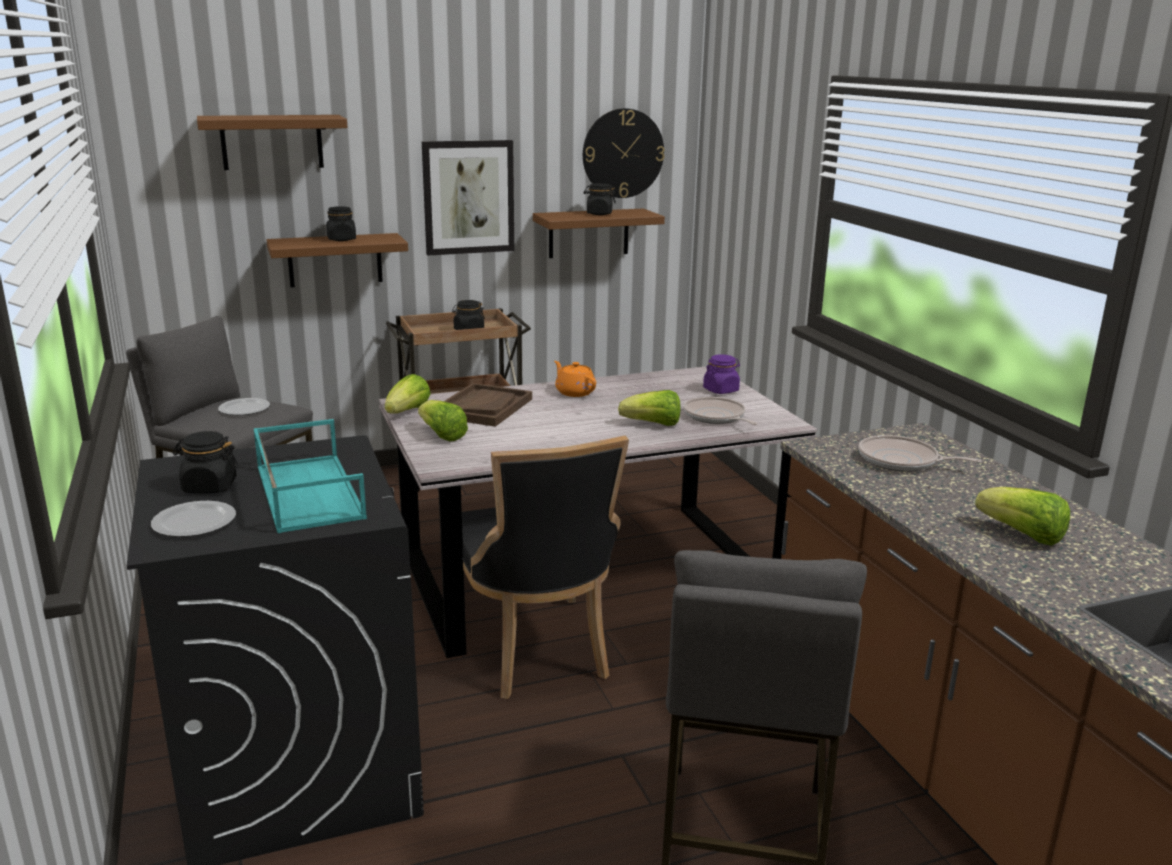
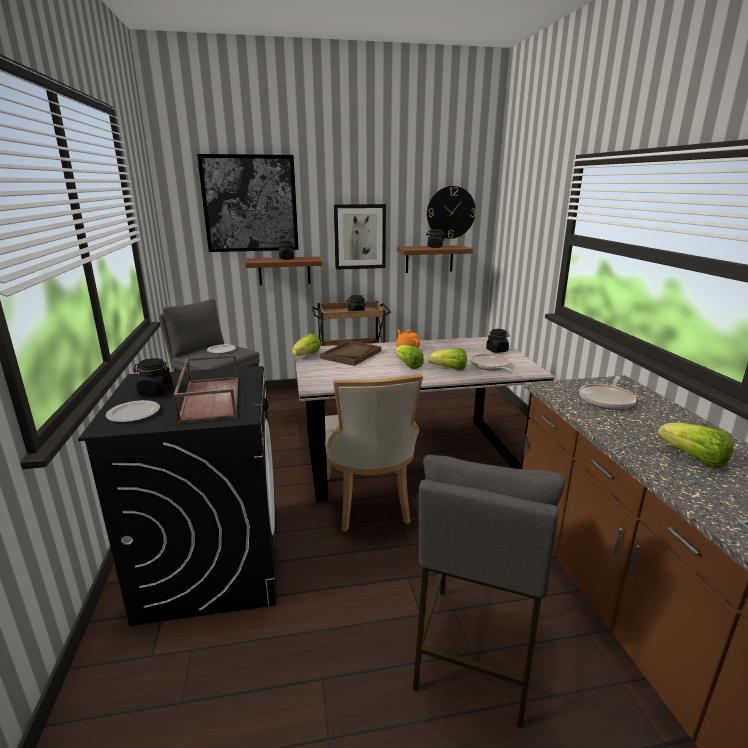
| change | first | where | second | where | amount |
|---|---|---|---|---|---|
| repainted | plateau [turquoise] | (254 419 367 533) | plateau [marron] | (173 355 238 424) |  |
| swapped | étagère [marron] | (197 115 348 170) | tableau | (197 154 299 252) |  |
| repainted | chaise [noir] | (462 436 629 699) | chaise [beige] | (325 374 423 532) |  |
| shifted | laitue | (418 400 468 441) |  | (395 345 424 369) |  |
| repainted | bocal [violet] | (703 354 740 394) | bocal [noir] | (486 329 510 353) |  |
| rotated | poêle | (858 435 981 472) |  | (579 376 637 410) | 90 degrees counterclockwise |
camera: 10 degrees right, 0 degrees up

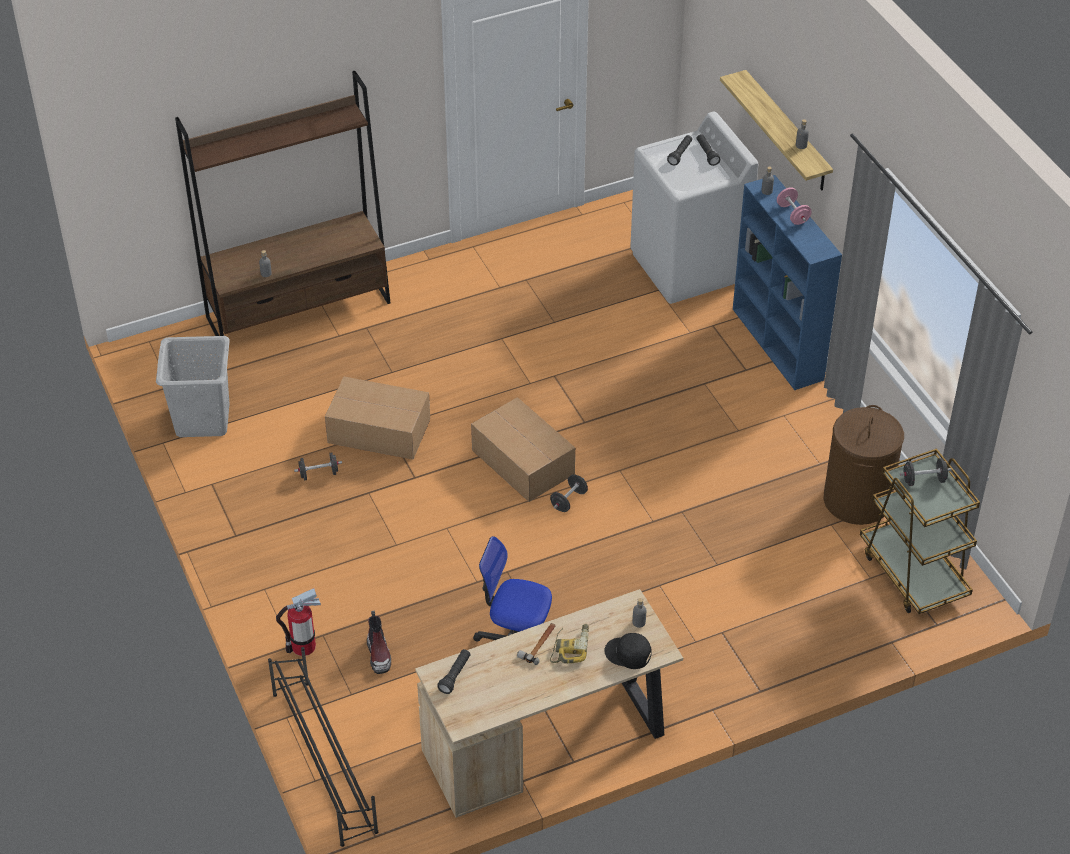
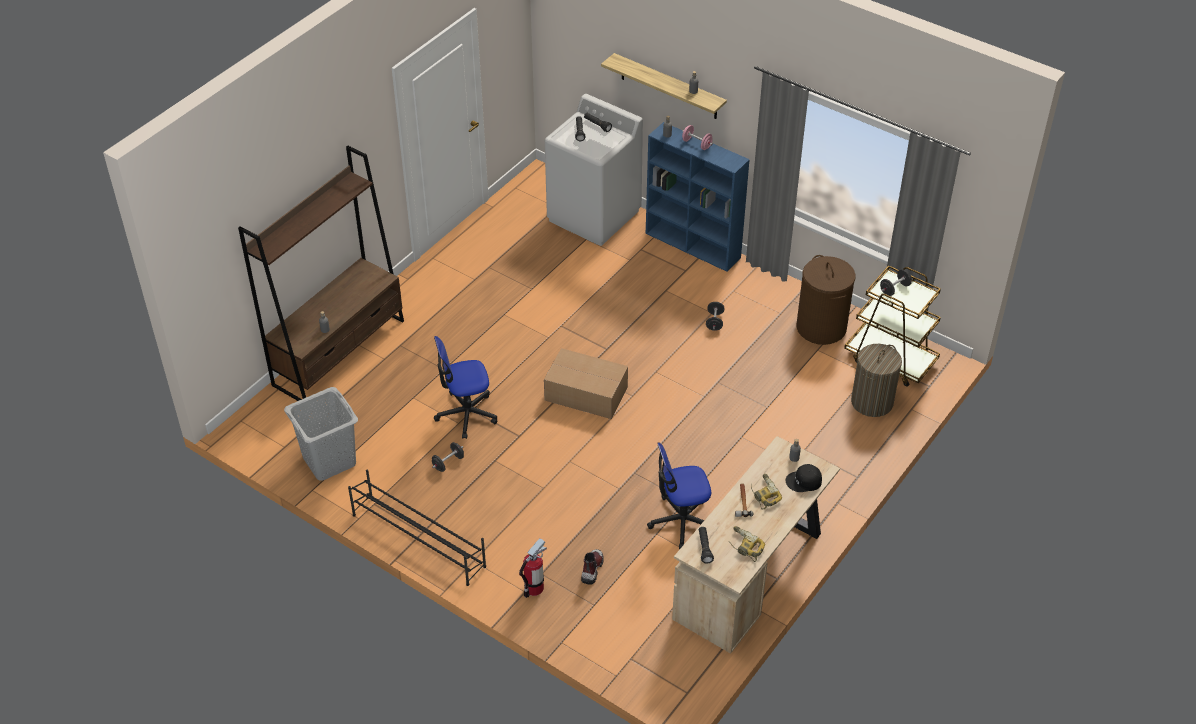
| change | first | where | second | where | amount |
|---|---|---|---|---|---|
| shifted | étagère à chaussures [noir] | (268 647 378 847) |  | (348 470 486 586) |  |
| swapped | carton | (325 377 430 459) | chaise de bureau | (434 336 497 439) |  |
| rotated | botte | (367 610 391 674) |  | (581 549 604 585) | 120 degrees counterclockwise |
| shifted | haltère [noir] | (550 474 588 512) |  | (706 302 724 331) |  |
| new |  |  | perceuse | (730 526 765 562) |  |
| new |  |  | panier à linge | (851 344 902 417) |  |
camera: 30 degrees left, 0 degrees up

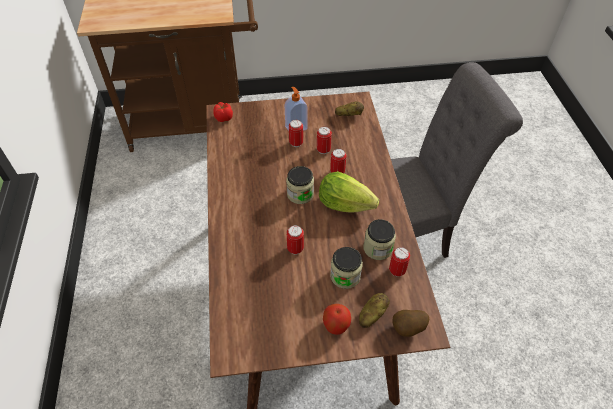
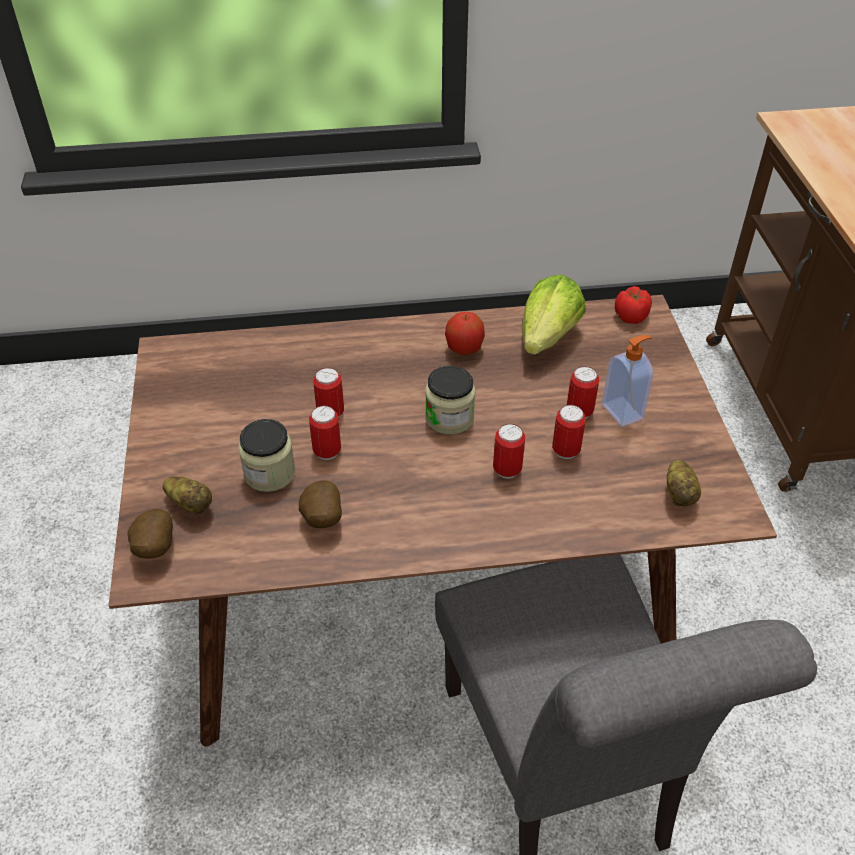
| change | first | where | second | where | amount |
|---|---|---|---|---|---|
| swapped | bocal | (363 219 396 260) | pomme de terre | (299 480 342 528) |  |
| shifted | boîte métallique | (389 247 410 277) |  | (309 405 341 460) |  |
| shifted | pomme | (323 304 351 335) |  | (445 312 485 355) |  |
| shifted | laitue | (319 171 379 213) |  | (521 274 586 355) |  |
camera: 90 degrees right, 5 degrees down

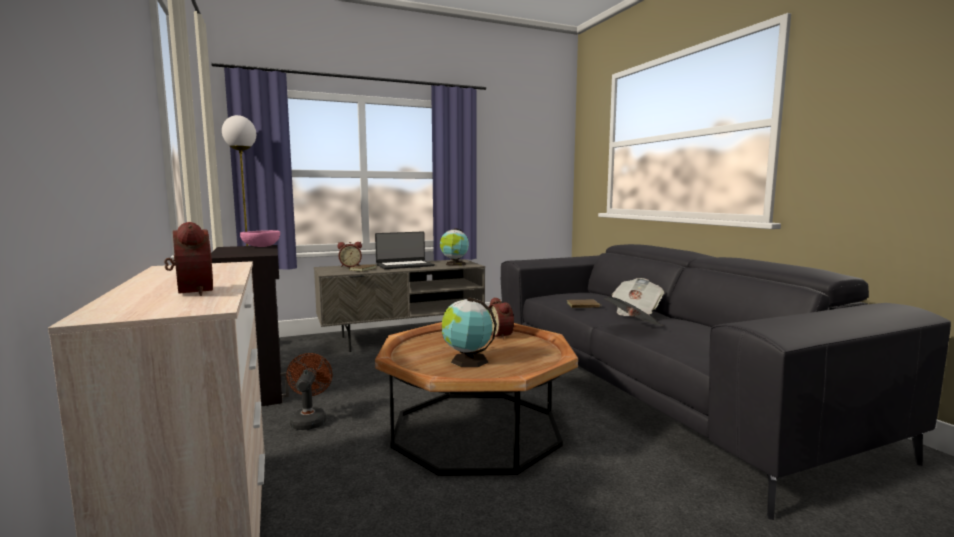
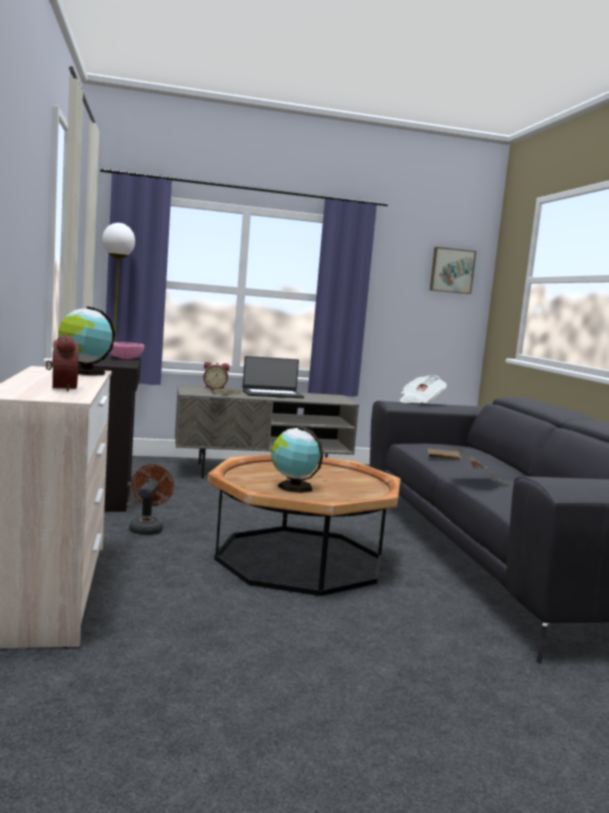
| change | first | where | second | where | amount |
|---|---|---|---|---|---|
| shifted | globe | (440 228 469 266) |  | (58 307 115 375) |  |
| shifted | journal | (612 278 664 316) |  | (400 375 447 403) |  |
| new |  |  | tableau | (430 247 476 294) |  |
| gone | réveil | (489 297 514 340) |  |  |  |
camera: 10 degrees right, 0 degrees up

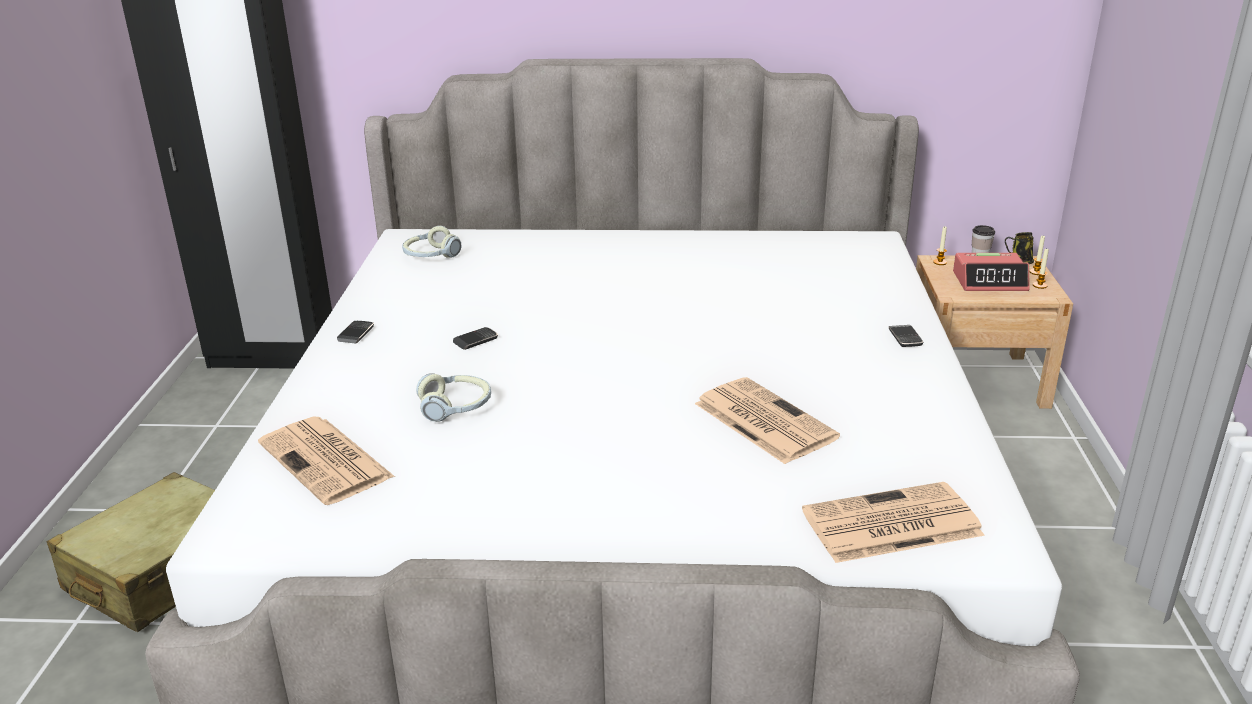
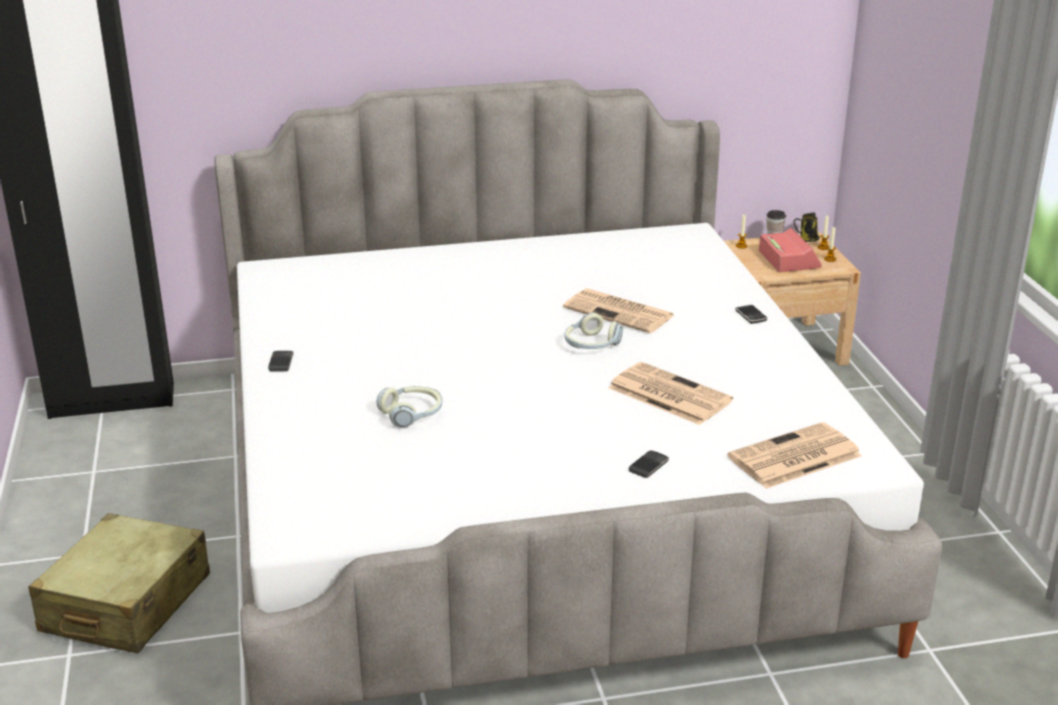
| change | first | where | second | where | amount |
|---|---|---|---|---|---|
| shifted | journal | (258 417 395 505) |  | (563 288 674 333) |  |
| shifted | casque audio | (402 226 461 258) |  | (564 313 623 349) |  |
| shifted | téléphone | (453 327 498 350) |  | (629 450 669 478) |  |
| rotated | réveil | (953 253 1030 291) |  | (759 228 822 272) | 90 degrees counterclockwise |
camera: 15 degrees left, 0 degrees up

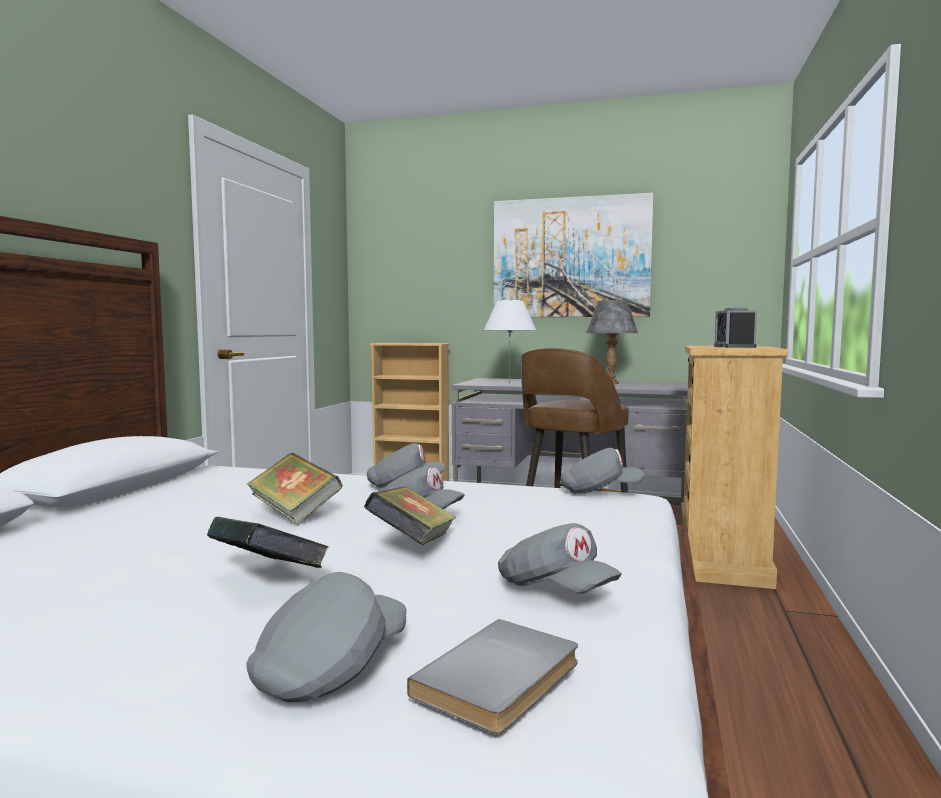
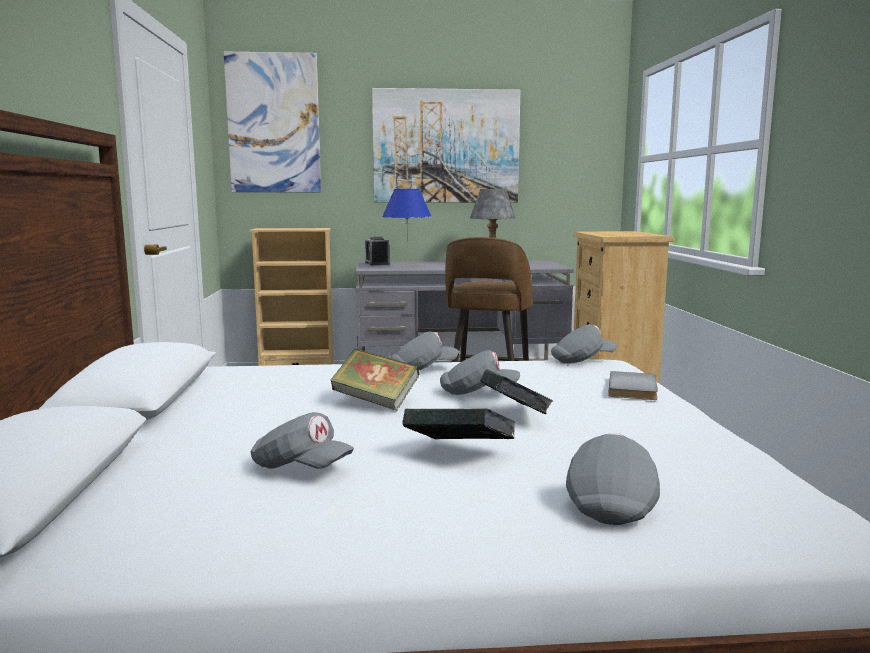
| change | first | where | second | where | amount |
|---|---|---|---|---|---|
| new |  |  | tableau | (224 51 321 192) |  |
| shifted | casquette [gris] | (498 523 622 594) |  | (251 412 354 469) |  |
| shifted | réveil | (714 307 757 348) |  | (365 237 390 265) |  |
| repainted | lampe de table [blanc] | (484 300 536 384) | lampe de table [bleu] | (382 189 432 268) |  |
| shifted | livre [gris] | (407 619 578 734) |  | (608 371 658 400) |  |
camera: 20 degrees left, 5 degrees up

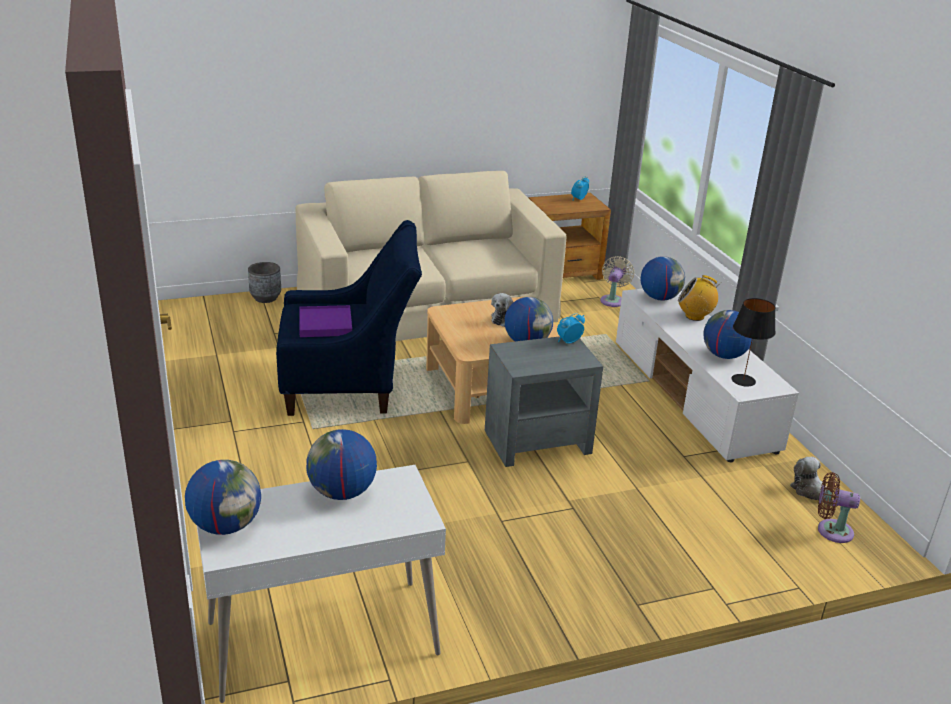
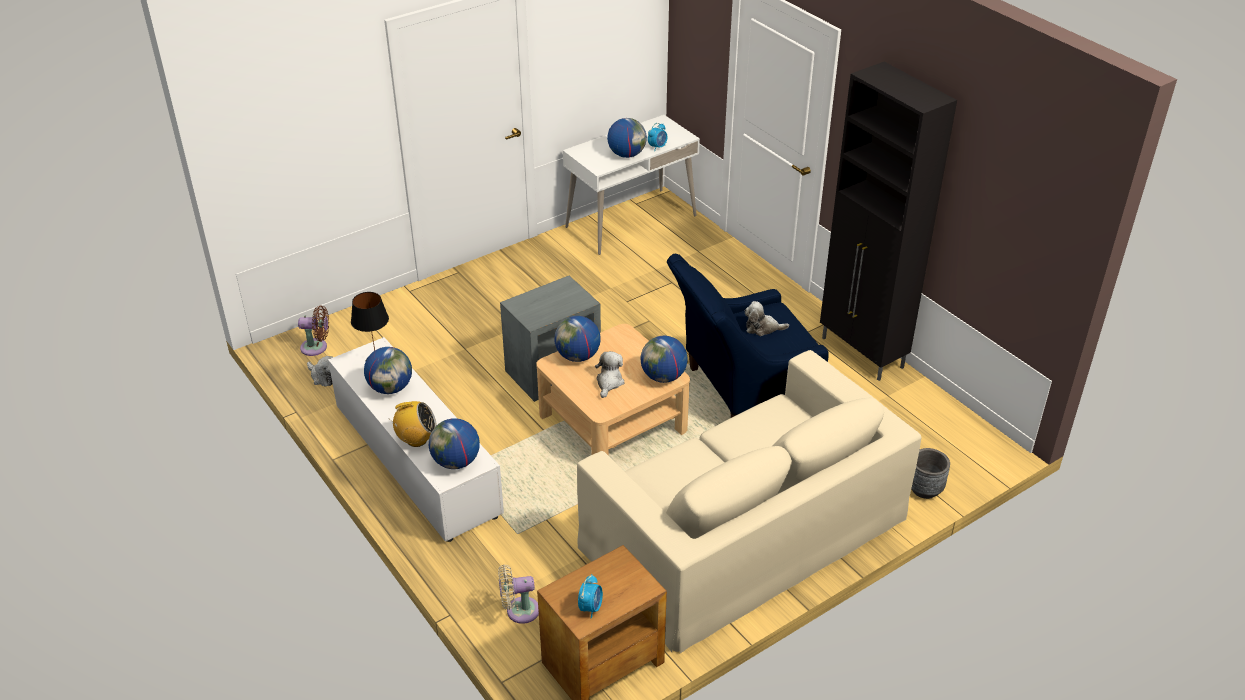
| change | first | where | second | where | amount |
|---|---|---|---|---|---|
| rotated | ventilateur [beige] | (600 256 635 307) |  | (498 564 539 624) | 75 degrees clockwise |
| shifted | globe | (185 460 261 535) |  | (641 336 688 383) |  |
| shifted | réveil | (557 313 585 344) |  | (648 123 667 151) |  |
| swapped | plateau [violet] | (299 305 352 337) | peluche | (744 301 789 336) |  |
| new |  |  | meuble de rangement [noir] | (820 62 957 381) |  |
camera: 165 degrees right, 10 degrees up

